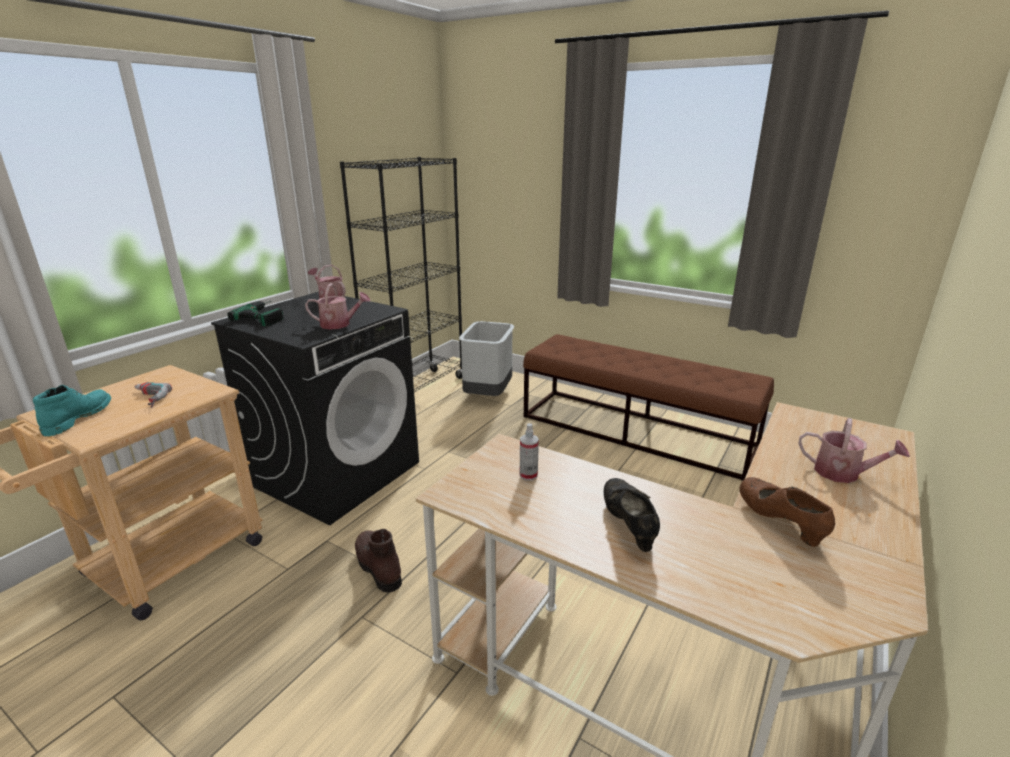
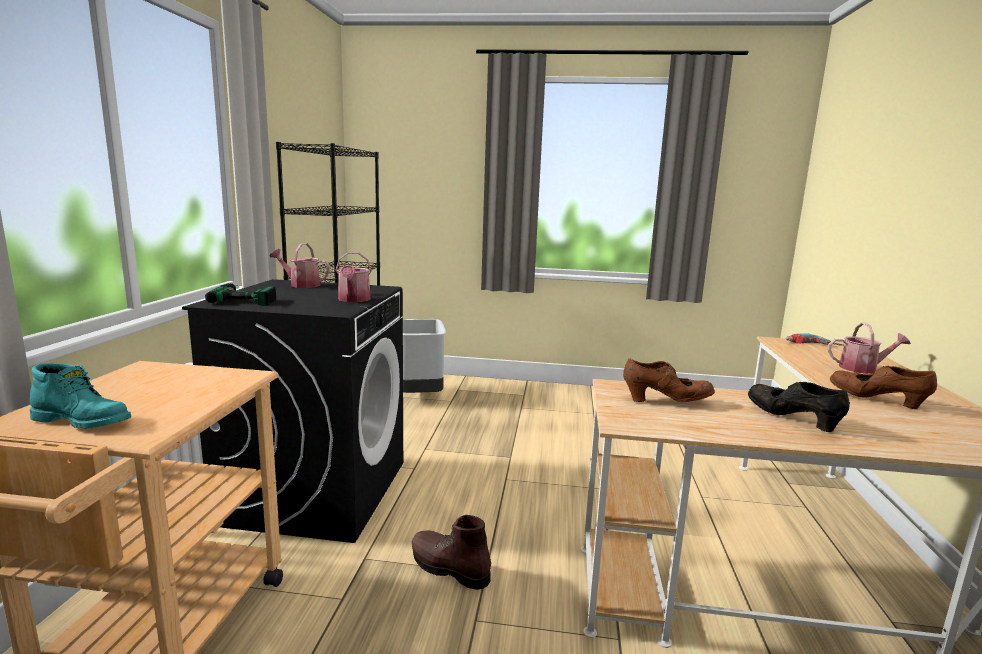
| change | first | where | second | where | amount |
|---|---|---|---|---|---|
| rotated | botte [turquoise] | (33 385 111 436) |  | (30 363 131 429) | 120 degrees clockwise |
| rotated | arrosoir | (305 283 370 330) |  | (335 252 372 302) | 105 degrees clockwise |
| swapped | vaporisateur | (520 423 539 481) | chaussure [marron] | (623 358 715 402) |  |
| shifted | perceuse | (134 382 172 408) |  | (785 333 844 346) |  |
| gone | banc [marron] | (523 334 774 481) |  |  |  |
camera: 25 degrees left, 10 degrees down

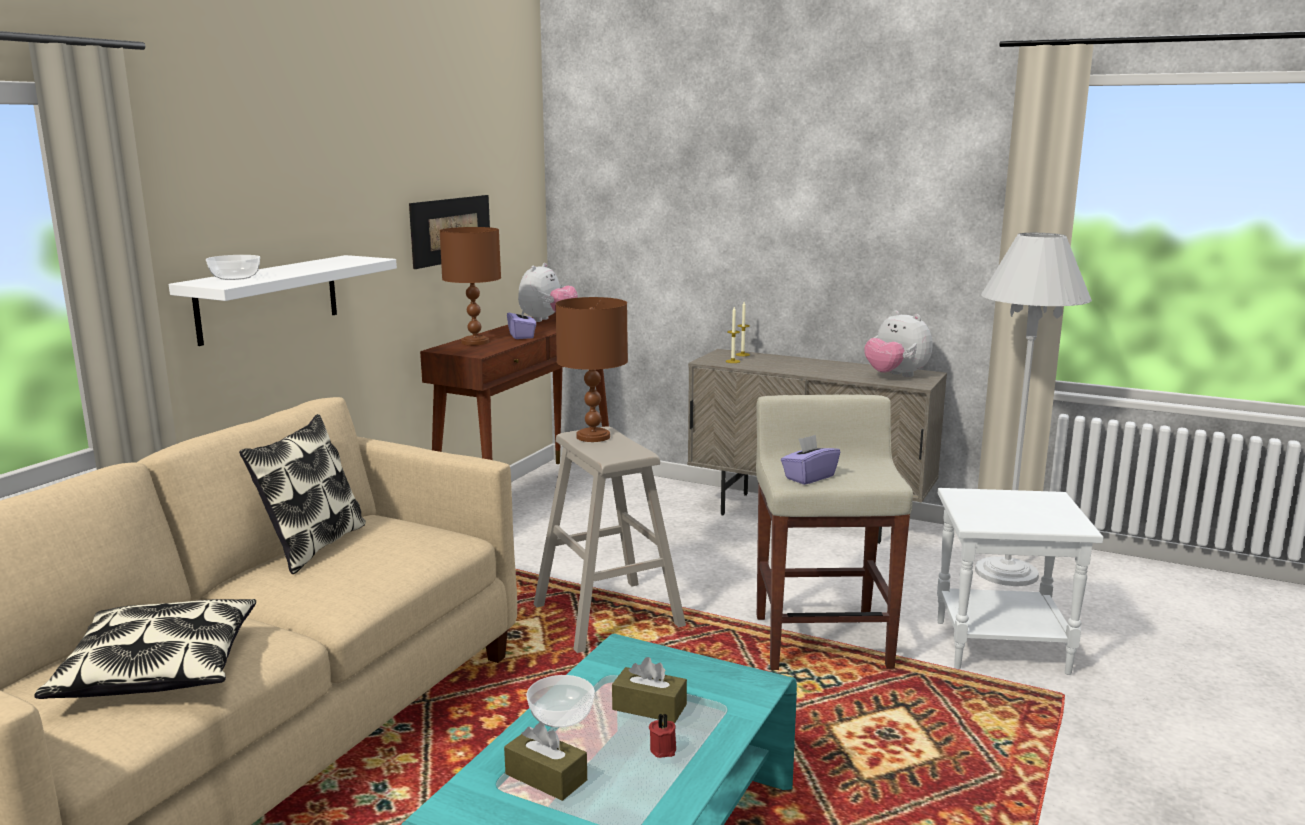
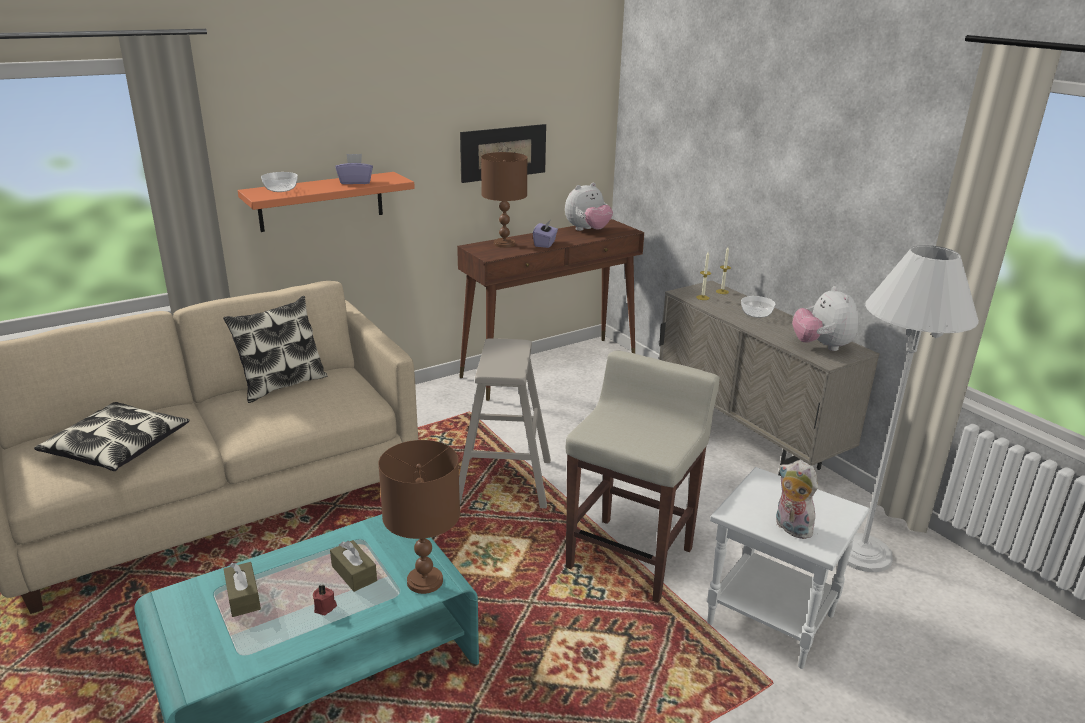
| change | first | where | second | where | amount |
|---|---|---|---|---|---|
| repainted | étagère [blanc] | (169 255 397 346) | étagère [orange] | (237 172 415 232) |  |
| shifted | boîte à mouchoirs [violet] | (781 435 840 485) |  | (335 154 373 184) |  |
| shifted | lampe de table [marron] | (555 297 628 442) |  | (378 440 460 594) |  |
| shifted | bol | (526 675 595 728) |  | (741 296 775 318) |  |
| new |  |  | peluche | (776 460 818 539) |  |
camera: 30 degrees right, 10 degrees up

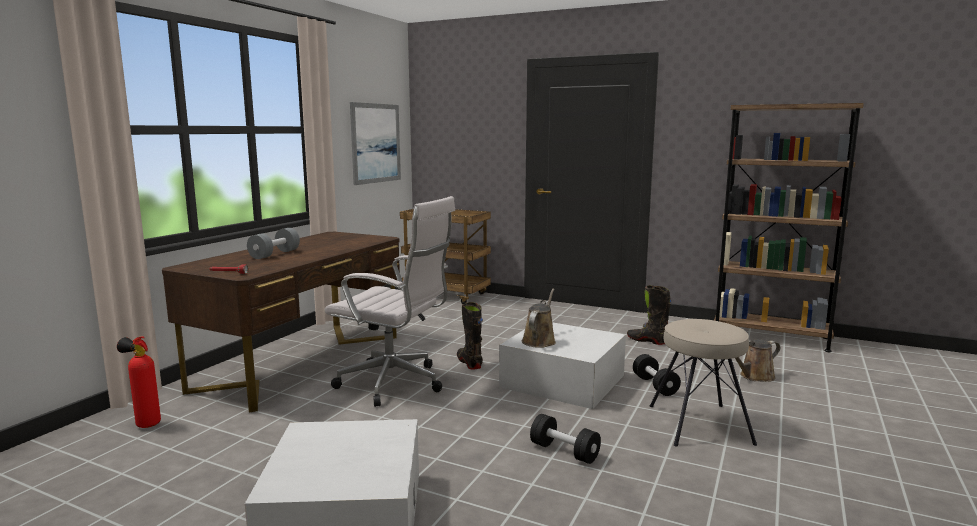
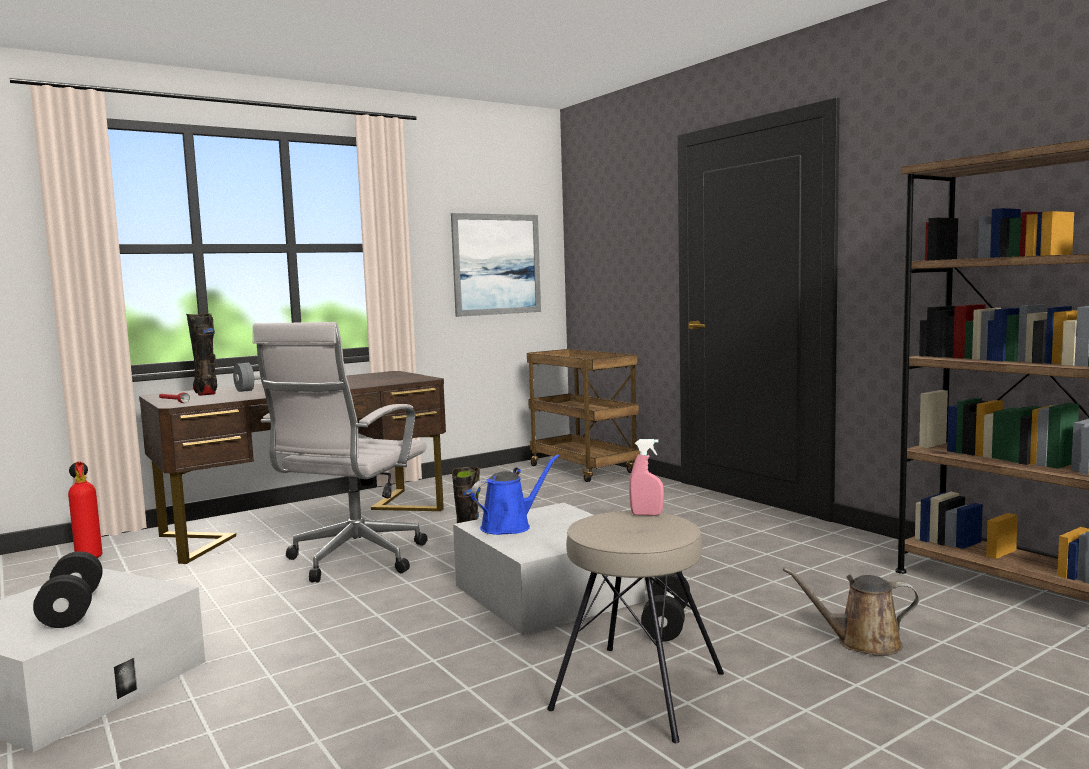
| change | first | where | second | where | amount |
|---|---|---|---|---|---|
| shifted | haltère [noir] | (530 414 601 464) |  | (33 551 103 628) |  |
| shifted | botte [noir] | (627 285 671 345) |  | (186 313 217 396) |  |
| rotated | chaise de bureau [blanc] | (325 196 455 407) |  | (253 322 428 583) | 60 degrees clockwise |
| repainted | arrosoir [marron] | (522 288 556 348) | arrosoir [bleu] | (471 454 559 535) |  |
| new |  |  | vaporisateur [rose] | (629 439 664 516) |  |
camera: 30 degrees right, 5 degrees down

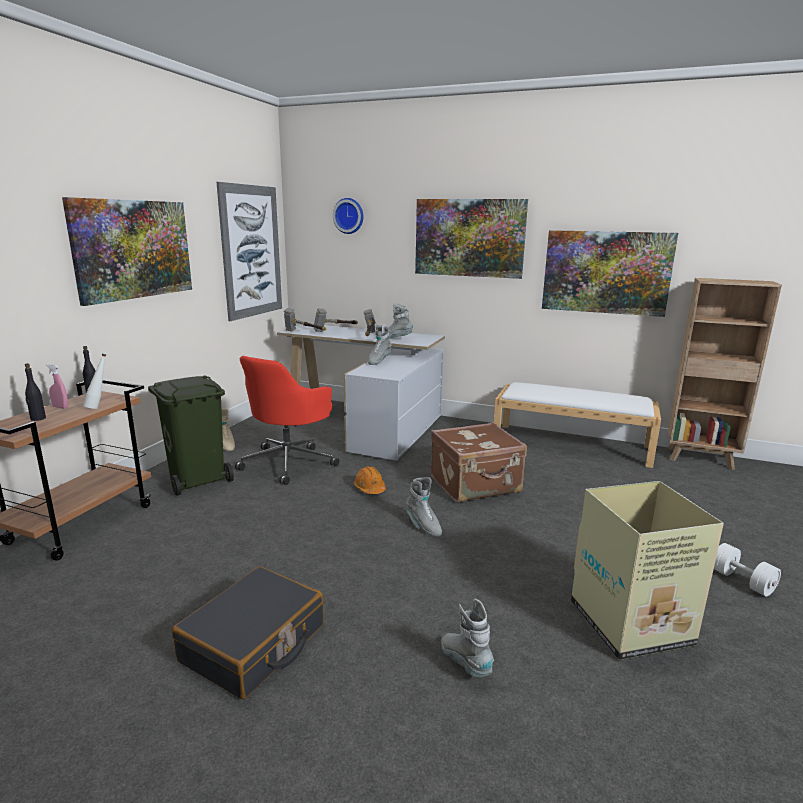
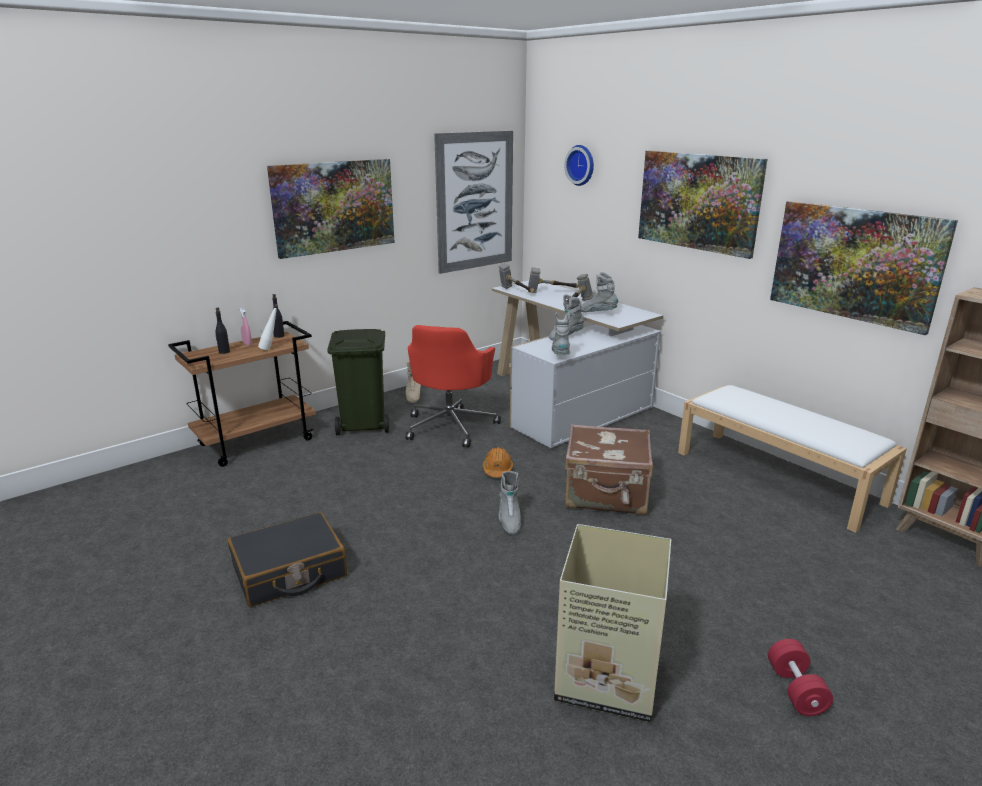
| change | first | where | second | where | amount |
|---|---|---|---|---|---|
| rotated | chaise de bureau [rouge] | (235 356 339 485) |  | (405 325 501 448) | 45 degrees counterclockwise |
| shifted | botte [gris] | (441 599 494 677) |  | (552 312 570 354) |  |
| repainted | haltère [blanc] | (714 543 781 597) | haltère [rouge] | (768 639 833 716) |  |
camera: 30 degrees right, 5 degrees up

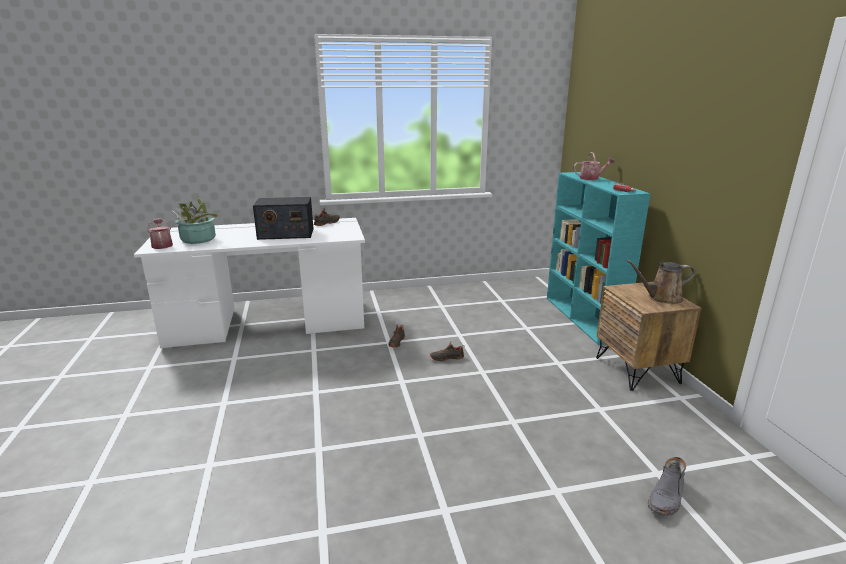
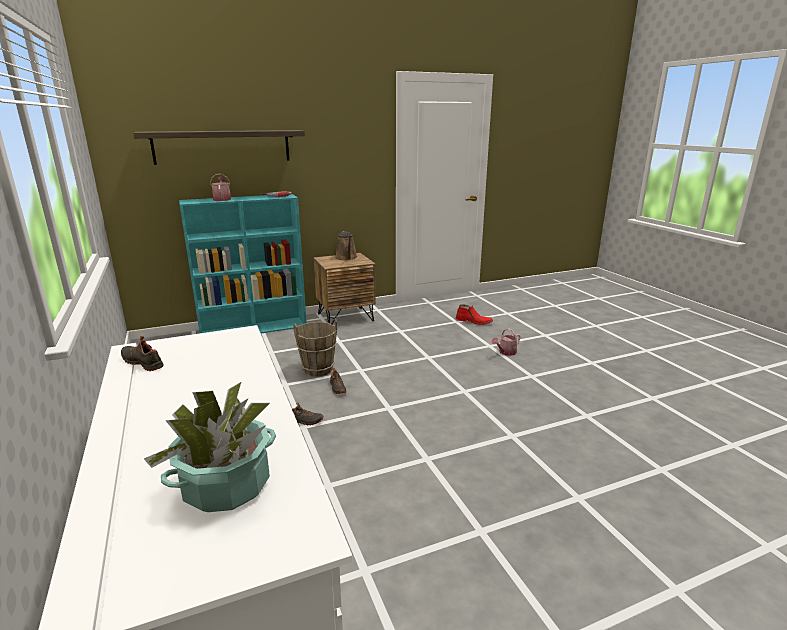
| change | first | where | second | where | amount |
|---|---|---|---|---|---|
| new |  |  | étagère | (133 130 305 165) |  |
| new |  |  | seau [marron] | (293 318 337 377) |  |
| repainted | botte [gris] | (648 457 686 516) | botte [rouge] | (456 304 493 325) |  |
| shifted | arrosoir | (147 218 173 249) |  | (492 328 520 356) |  |
| gone | radio | (253 197 314 240) |  |  |  |
camera: 100 degrees left, 0 degrees up

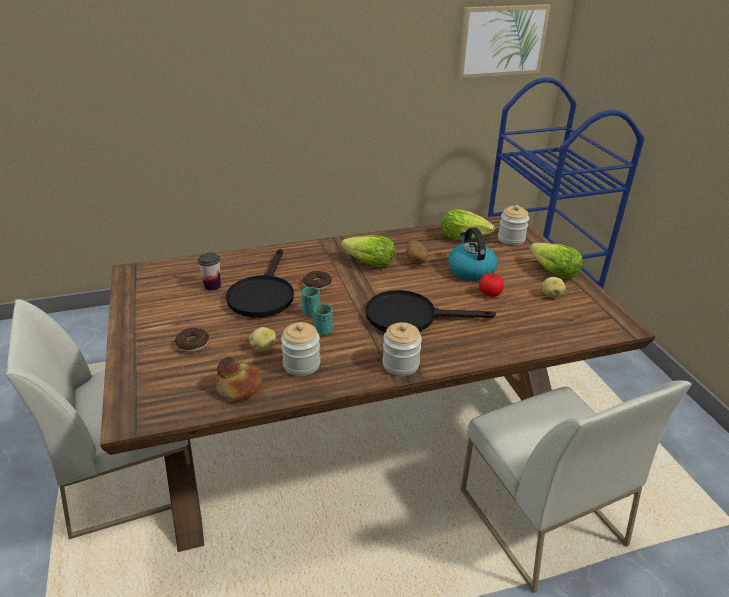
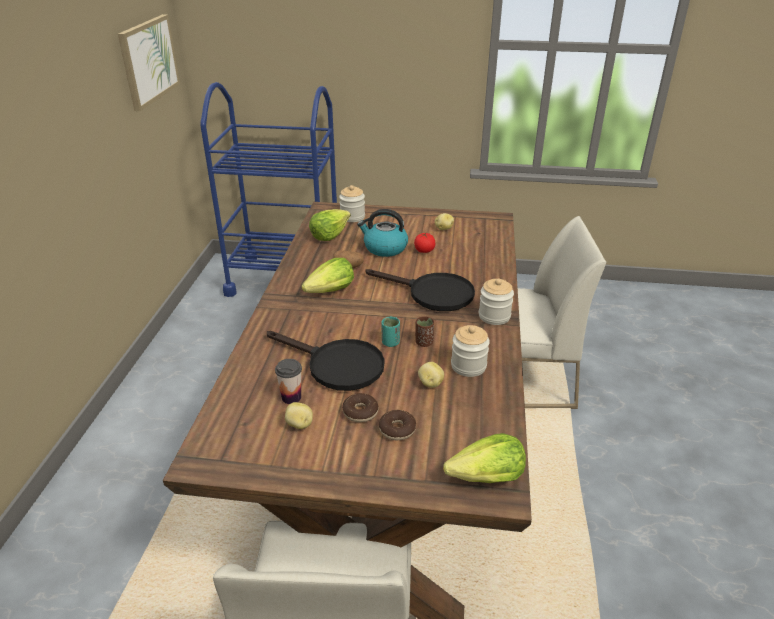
| change | first | where | second | where | amount |
|---|---|---|---|---|---|
| new |  |  | pomme de terre | (285 402 313 429) |  |
| shifted | beignet | (303 271 332 291) |  | (342 393 378 422) |  |
| rotated | poêle [noir] | (366 290 496 332) |  | (366 269 475 311) | 90 degrees counterclockwise |
| repainted | tasse [turquoise] | (314 304 333 335) | tasse [marron] | (415 317 434 347) |  |
| shifted | laitue | (530 243 583 279) |  | (443 433 526 483) |  |
| gone | pain | (215 357 262 401) |  |  |  |
camera: 65 degrees left, 0 degrees up

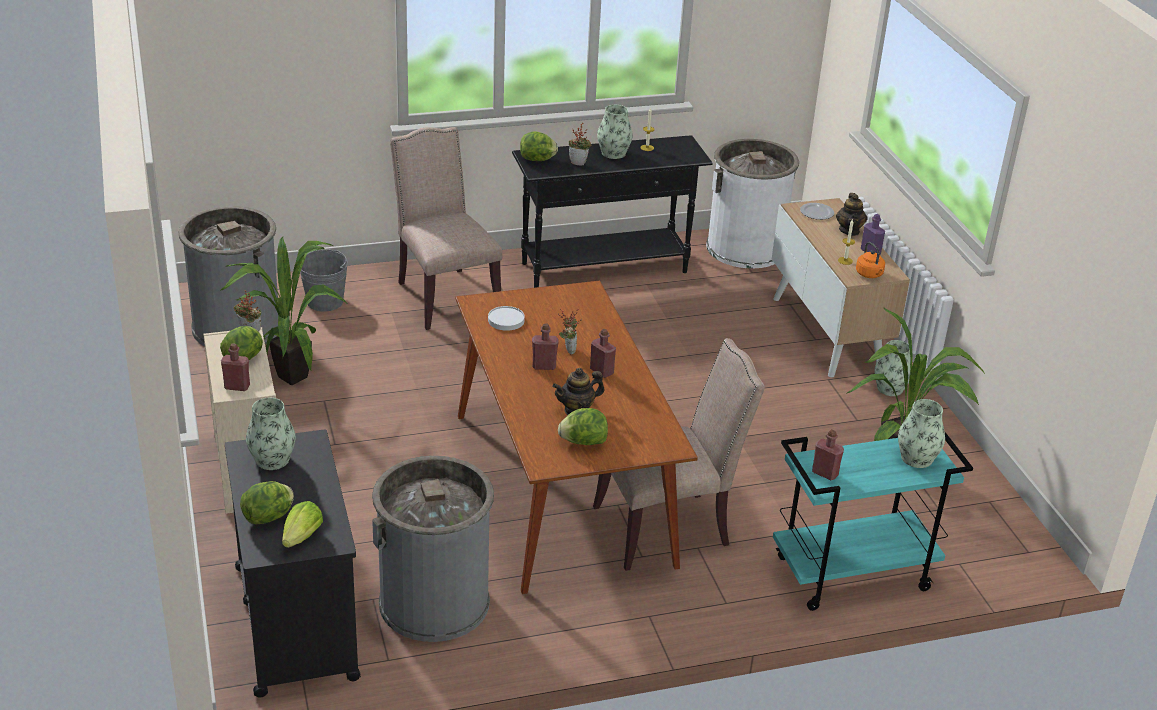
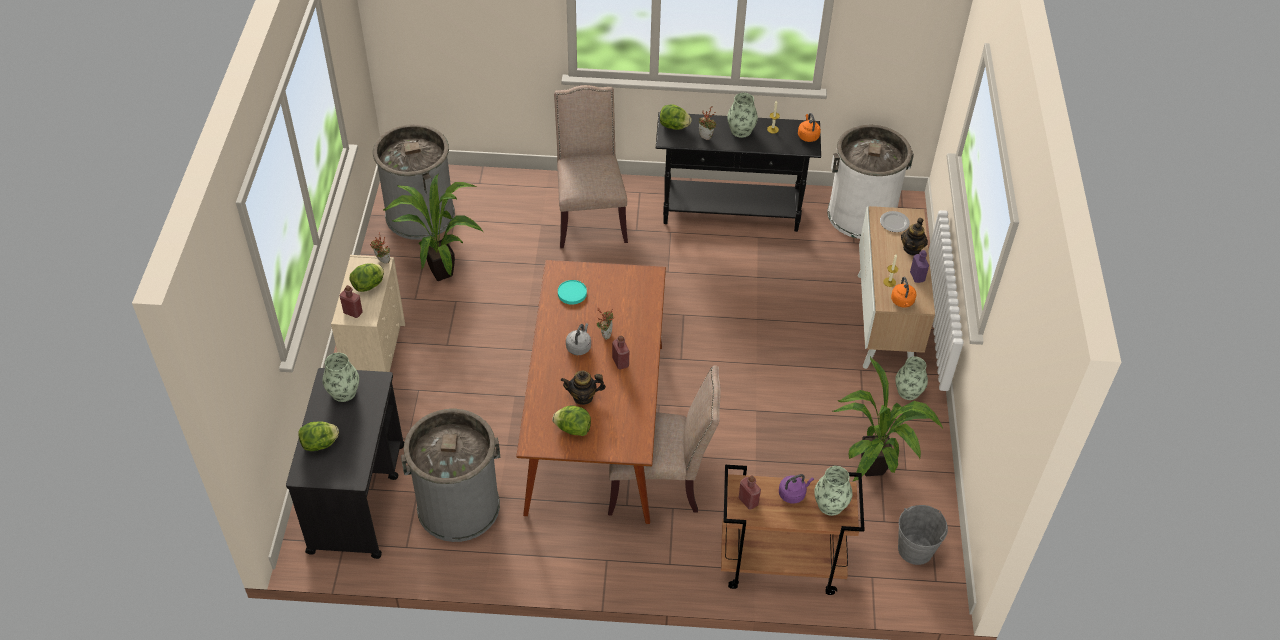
| change | first | where | second | where | amount |
|---|---|---|---|---|---|
| repainted | assiette [blanc] | (488 306 525 331) | assiette [turquoise] | (558 280 587 305) |  |
| swapped | bouteille [rouge] | (532 323 559 370) | bouilloire [gris] | (566 323 591 355) |  |
| repainted | chariot [turquoise] | (773 432 973 611) | chariot [marron] | (721 465 865 595) |  |
| new |  |  | bouilloire [violet] | (779 474 814 504) |  |
| new |  |  | bouilloire [orange] | (798 113 821 142) |  |
| shifted | seau [gris] | (300 249 348 312) |  | (898 505 948 565) |  |
| gone | laitue | (282 501 323 548) |  |  |  |
camera: 20 degrees right, 15 degrees up

